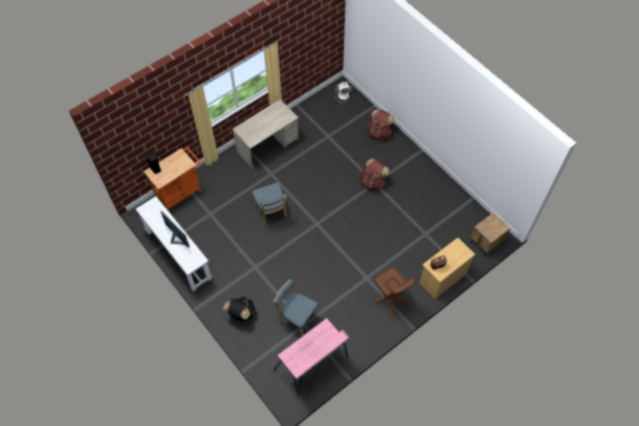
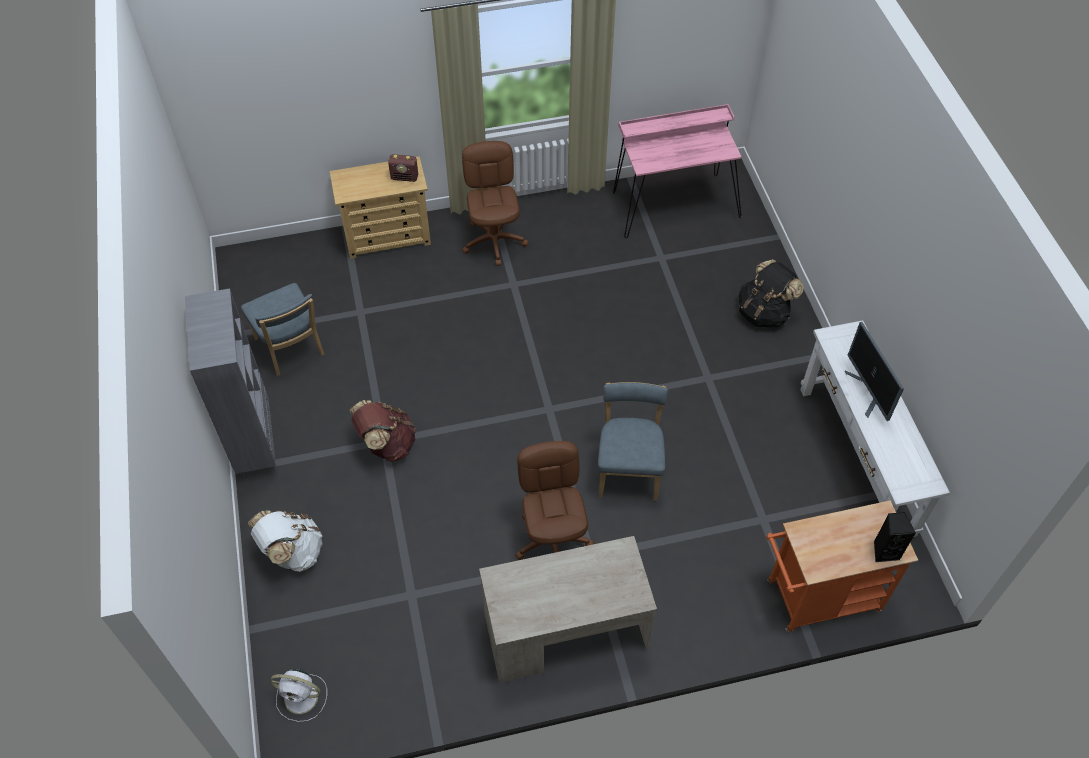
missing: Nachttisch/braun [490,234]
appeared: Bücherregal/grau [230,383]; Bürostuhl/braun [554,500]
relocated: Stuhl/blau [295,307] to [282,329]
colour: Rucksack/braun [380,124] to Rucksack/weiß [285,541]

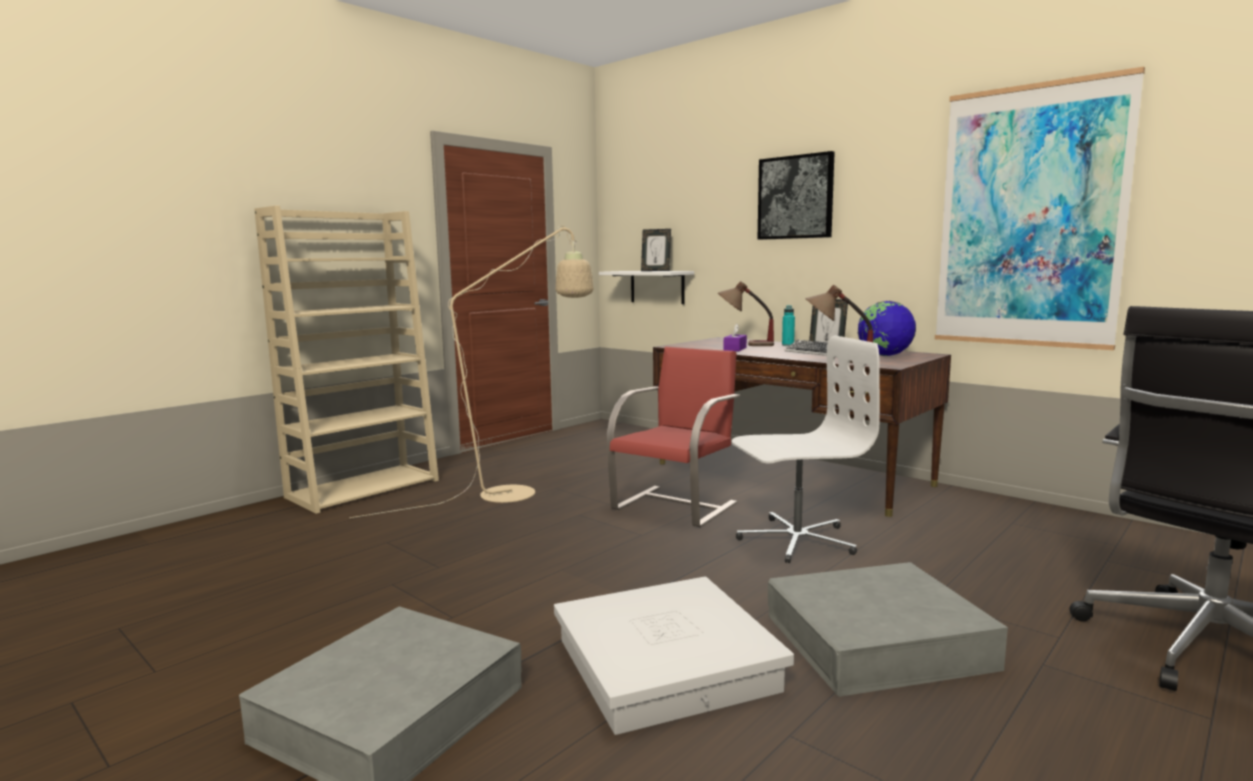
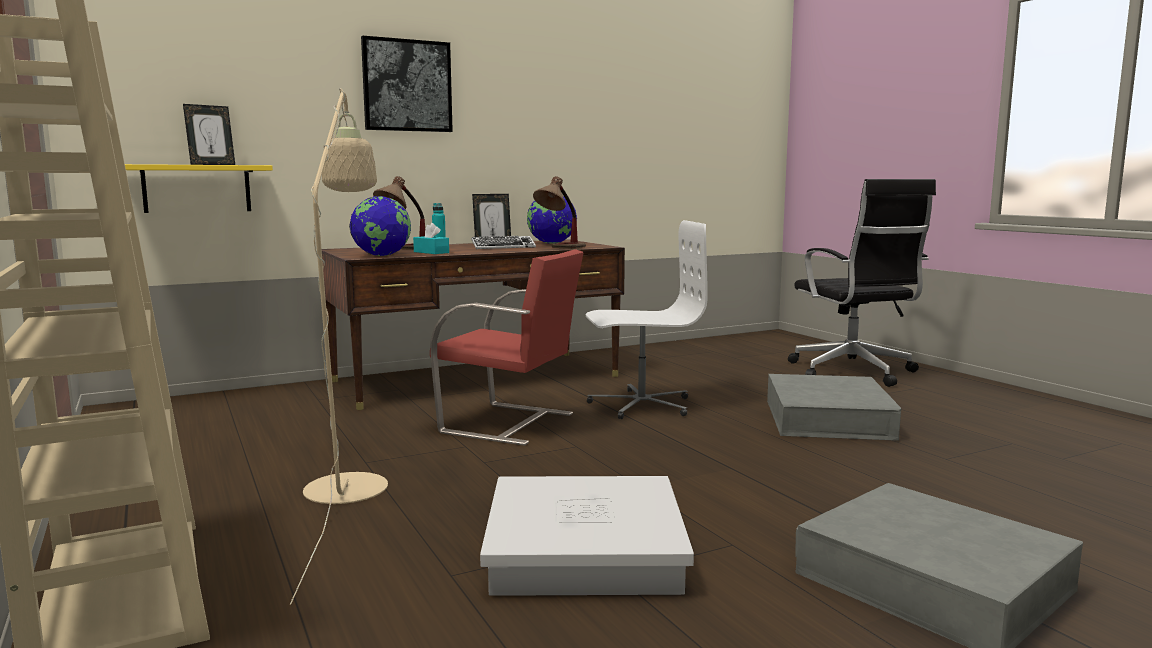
missing: Bild [1040,208]
appeared: Globus [380,226]
relocated: Aufbewahrungsbox/weiß [674,656] to [587,536]
colour: Wandregal/weiß [646,287] to Wandregal/gelb [199,188]; Taschentuchbox/lila [735,337] to Taschentuchbox/türkis [431,238]
spun: Stuhl/rot [673,437] = [507,347] 150 degrees clockwise; Bürostuhl/weiß [805,449] = [647,319] 75 degrees clockwise

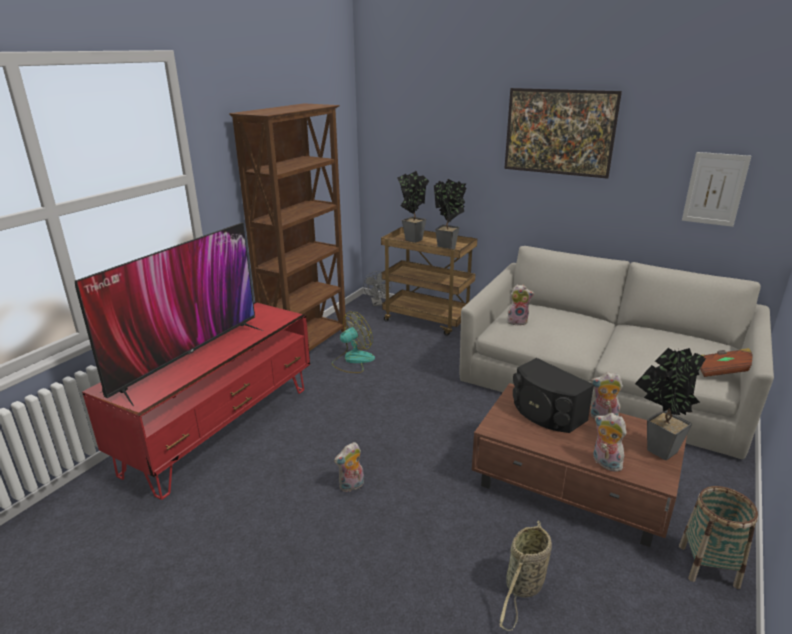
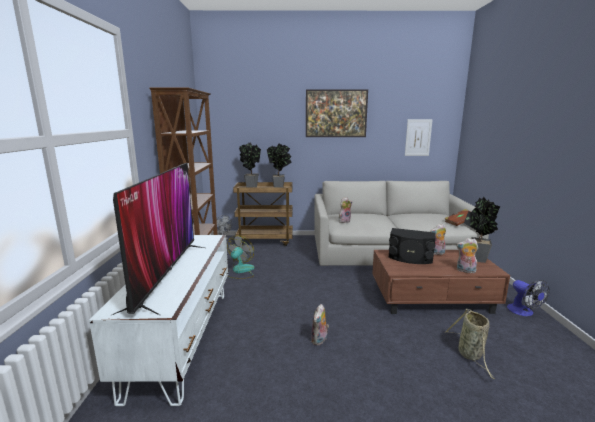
exchanged: Korb [718,537] to Ventilator [528,298]
colour: Fernsehschrank/rot [196,401] to Fernsehschrank/weiß [158,320]

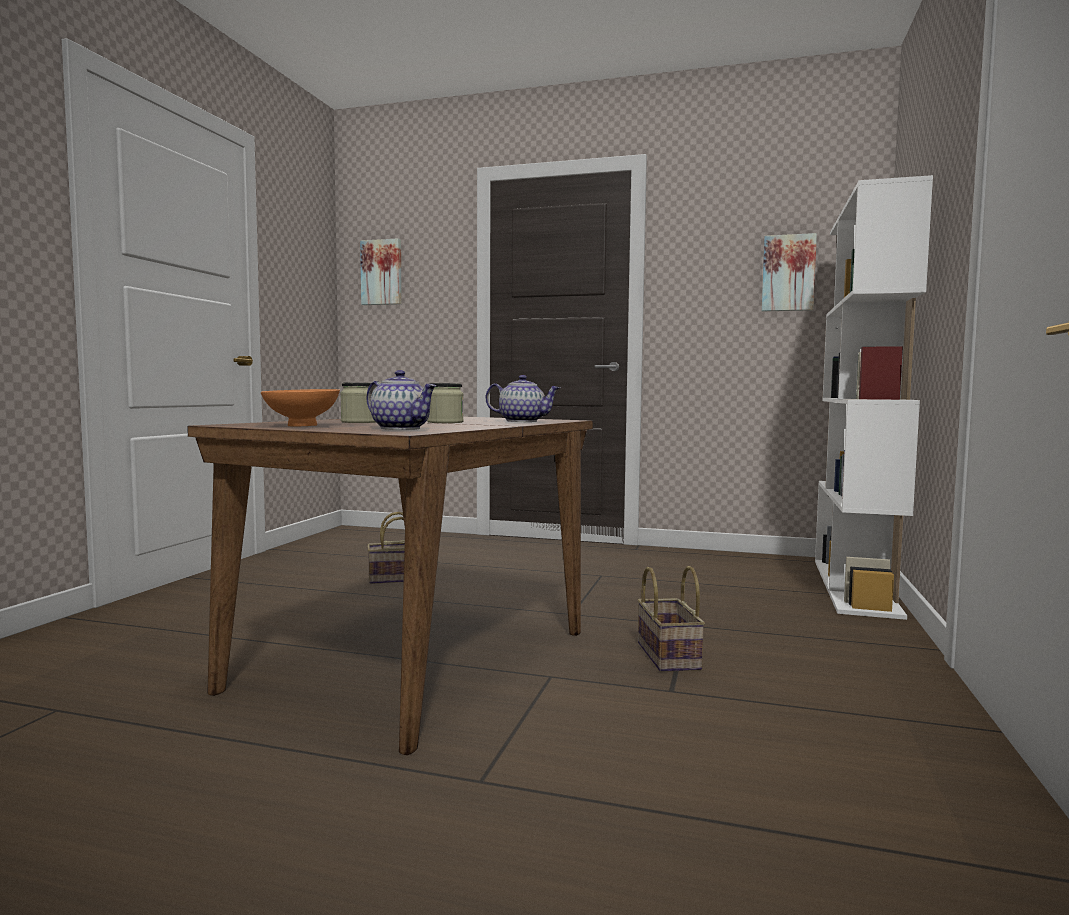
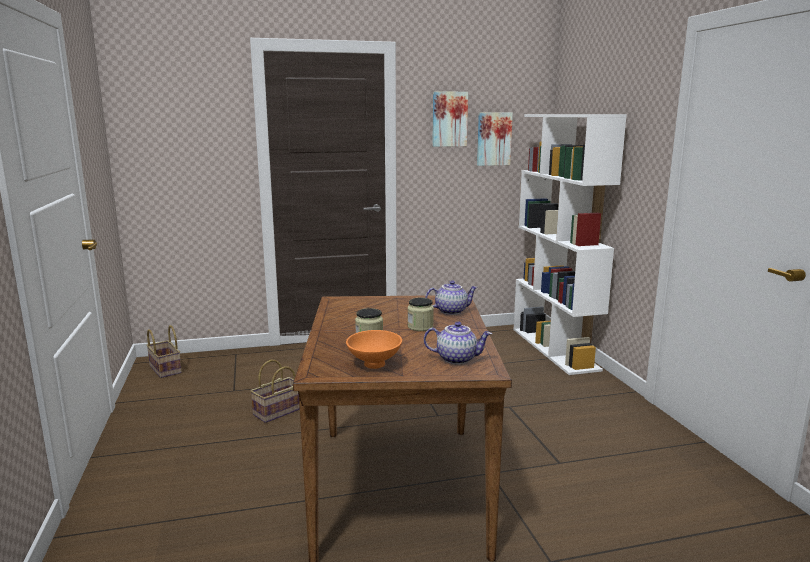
relocated: Bild [381,271] to [450,119]; Korb [671,619] to [164,351]

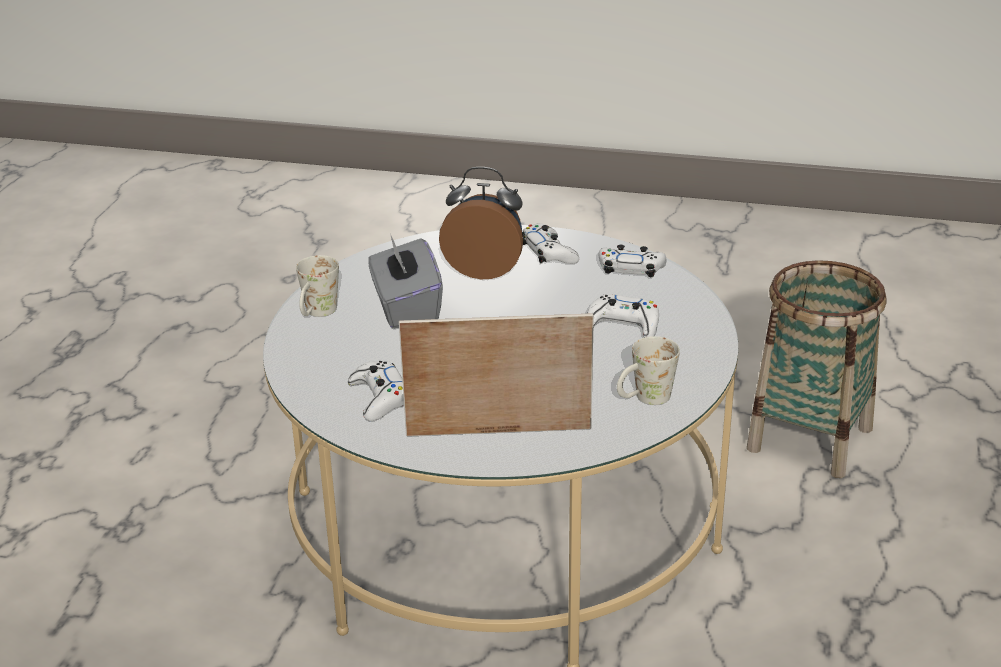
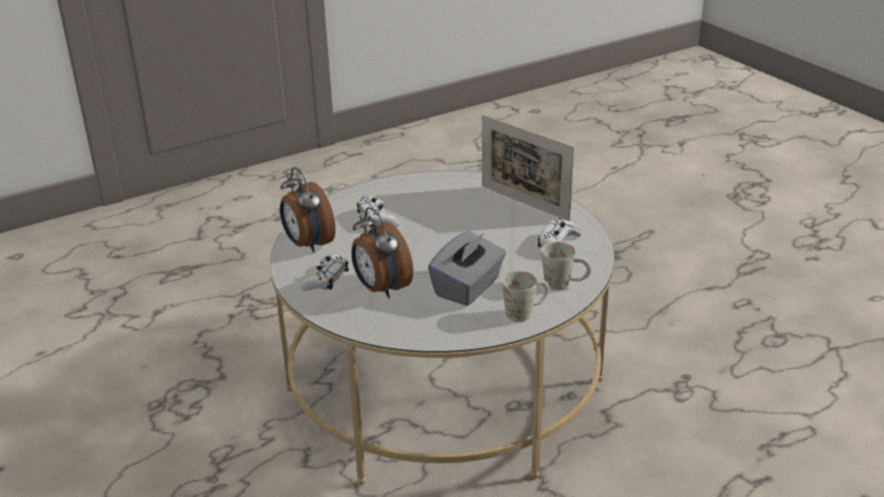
missing: Korb [817,369]
relocated: Henkelbecher/weiß [648,370] to [566,266]
exchanged: Gamepad/weiß [632,261] to Wecker [308,210]

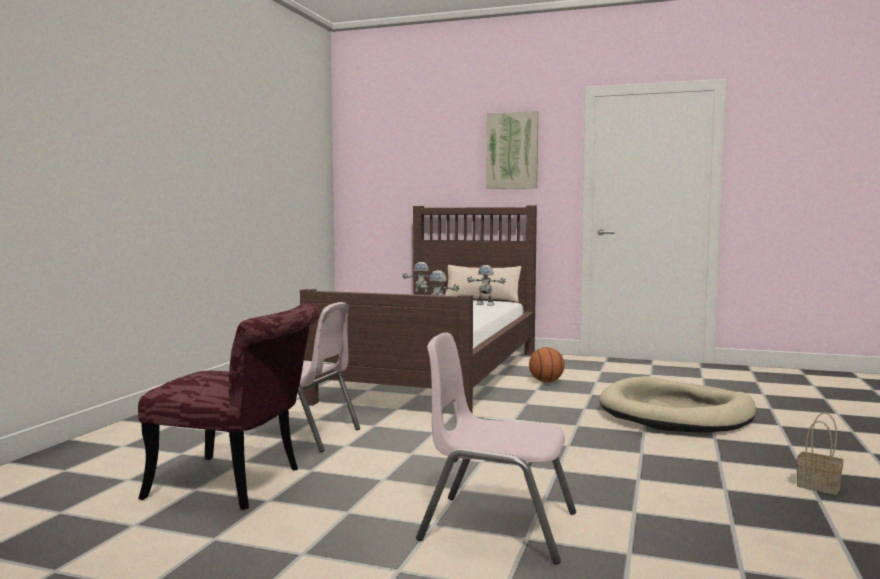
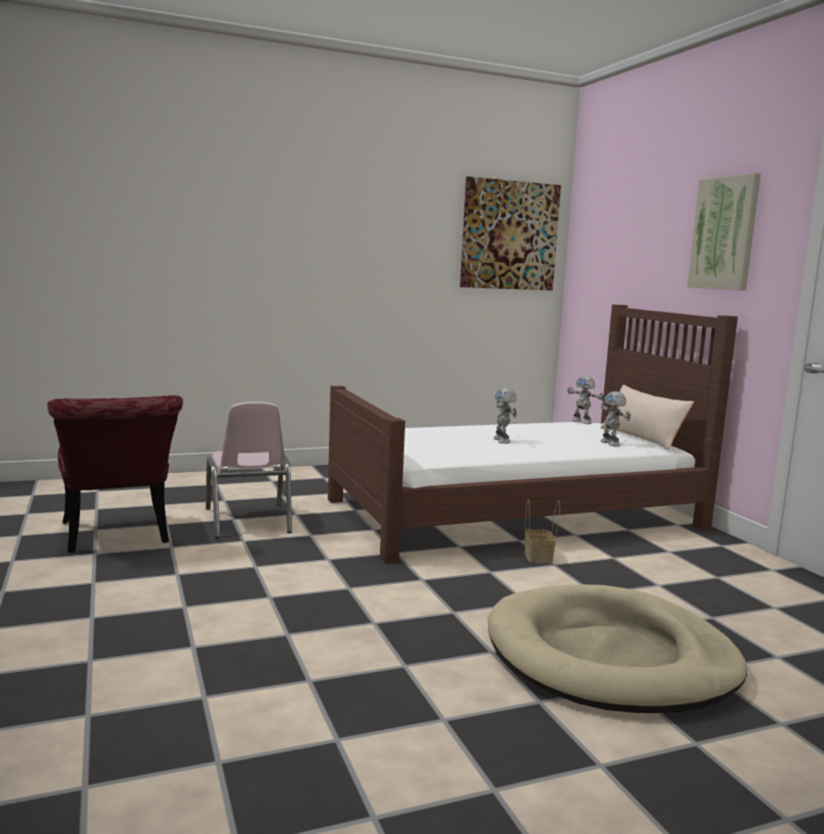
missing: Stuhl/rosa [496,448]; Basketball [547,364]
appeared: Bild [510,233]
relocated: Korb [819,453] to [542,531]

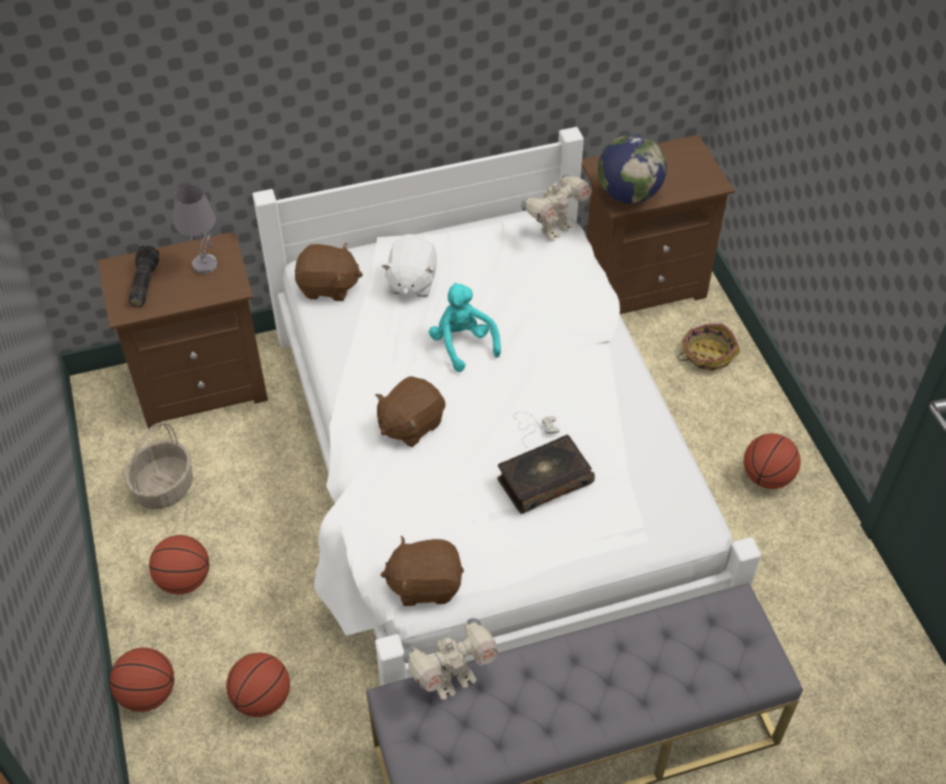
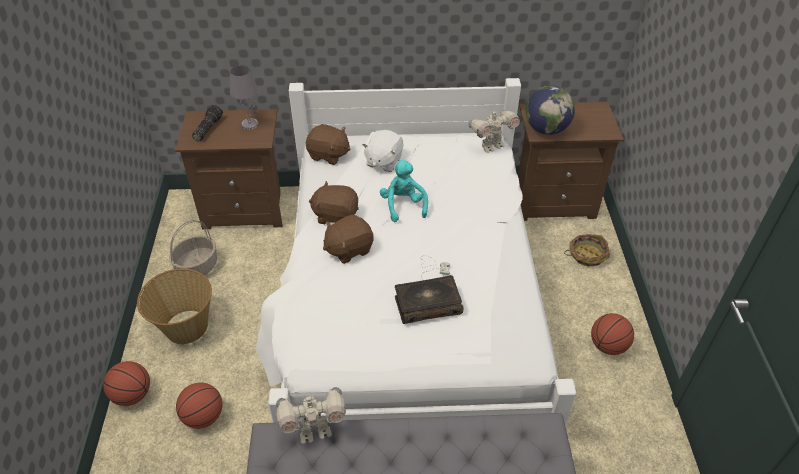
relocated: Plüschtier/braun [422,571] to [334,202]
exchanged: Basketball [179,565] to Korb [174,306]

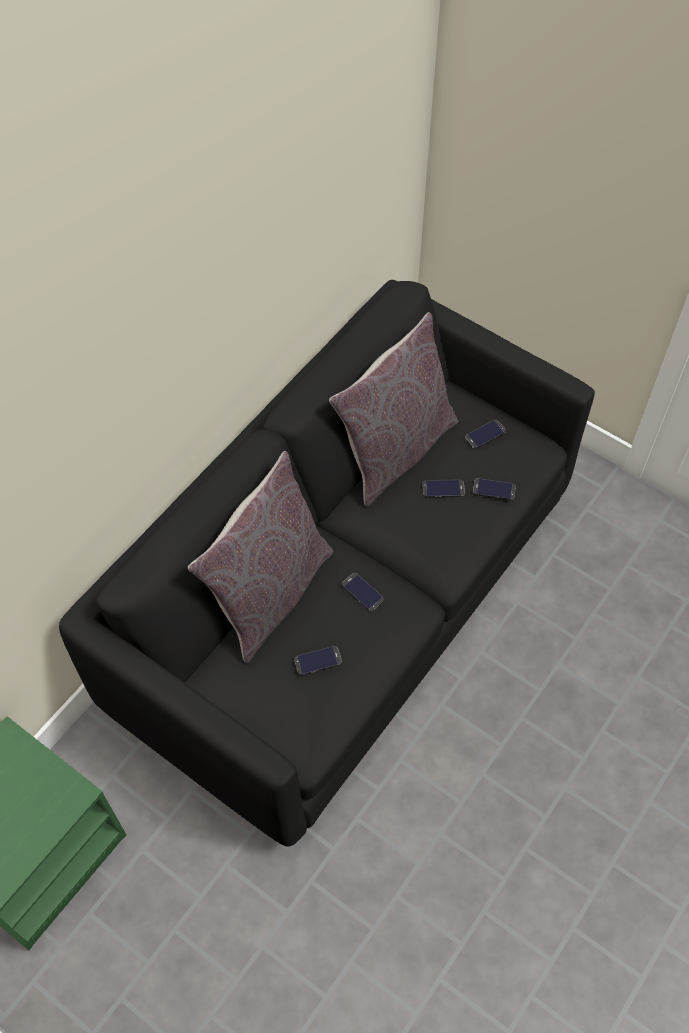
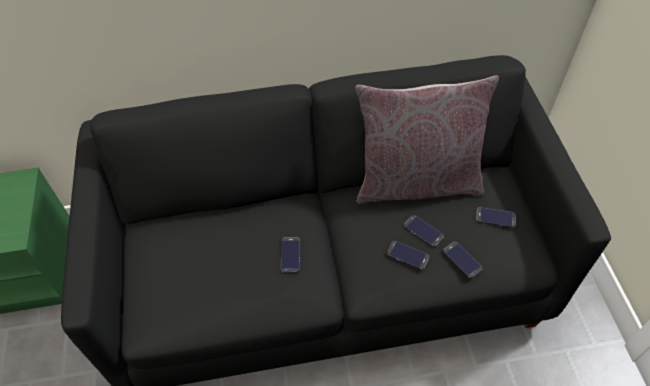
missing: Kissen/grau [260,557]
relocated: Handy [318,660] to [408,255]

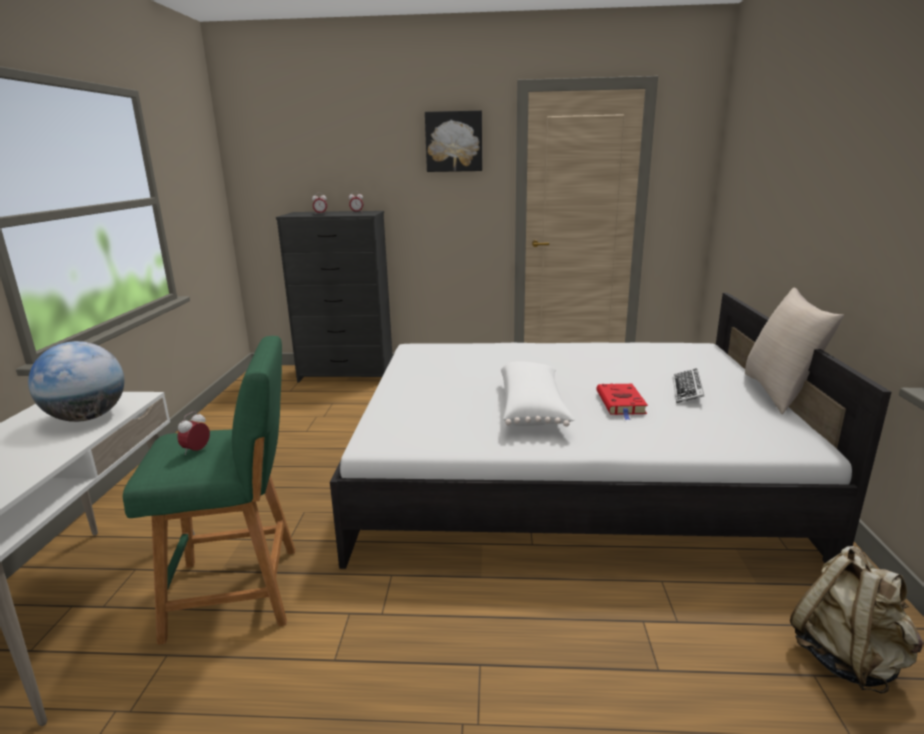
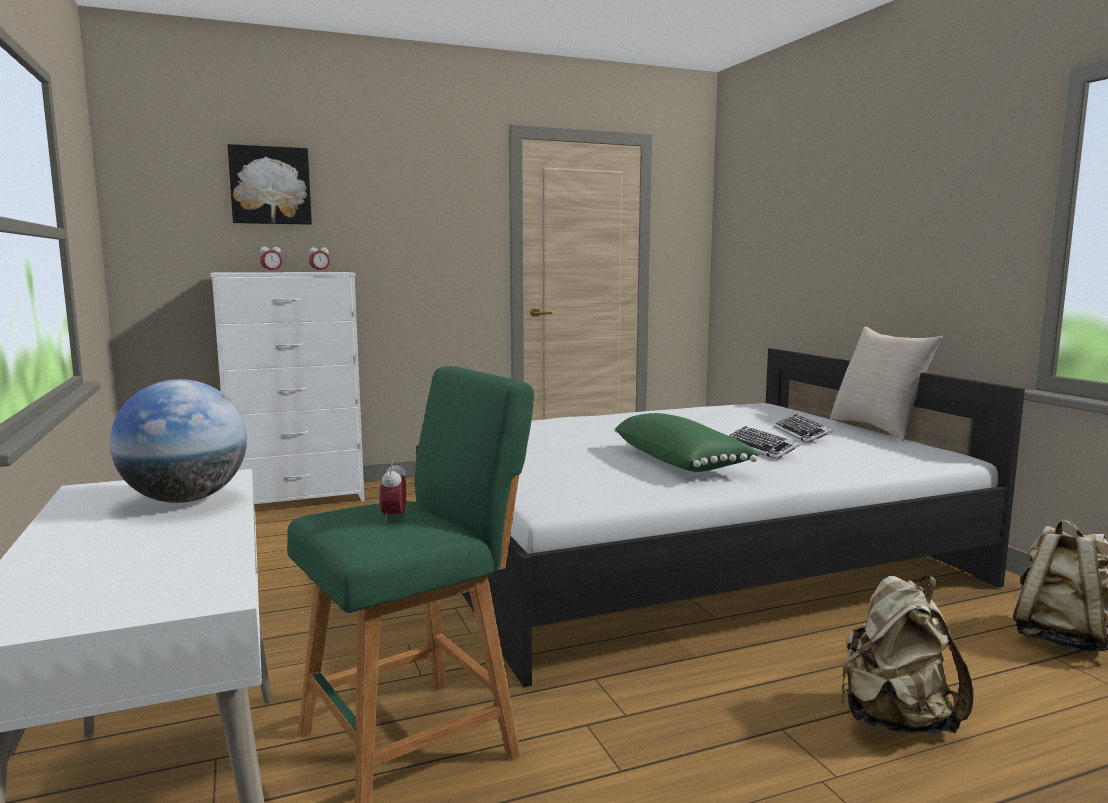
appeared: Rucksack/beige [907,654]
relocated: Bild [453,141] to [269,184]
exchanged: Buch/rot [622,402] to Tastatur [765,442]
colour: Kommode/schwarz [334,297] to Kommode/weiß [287,388]; Kissen/weiß [538,394] to Kissen/grün [687,442]

